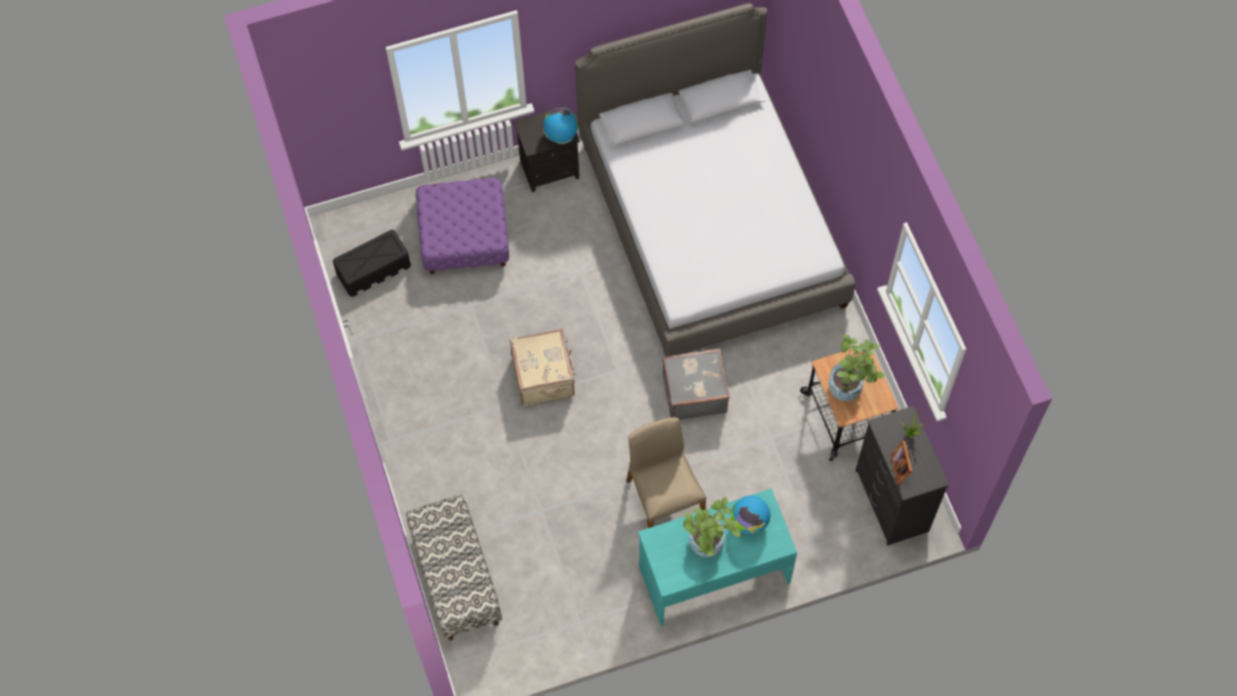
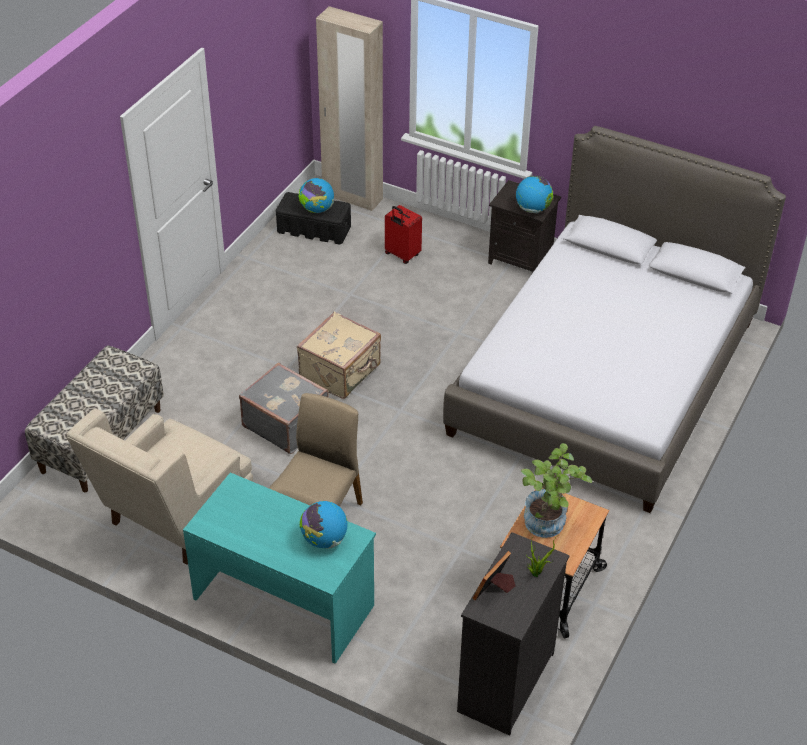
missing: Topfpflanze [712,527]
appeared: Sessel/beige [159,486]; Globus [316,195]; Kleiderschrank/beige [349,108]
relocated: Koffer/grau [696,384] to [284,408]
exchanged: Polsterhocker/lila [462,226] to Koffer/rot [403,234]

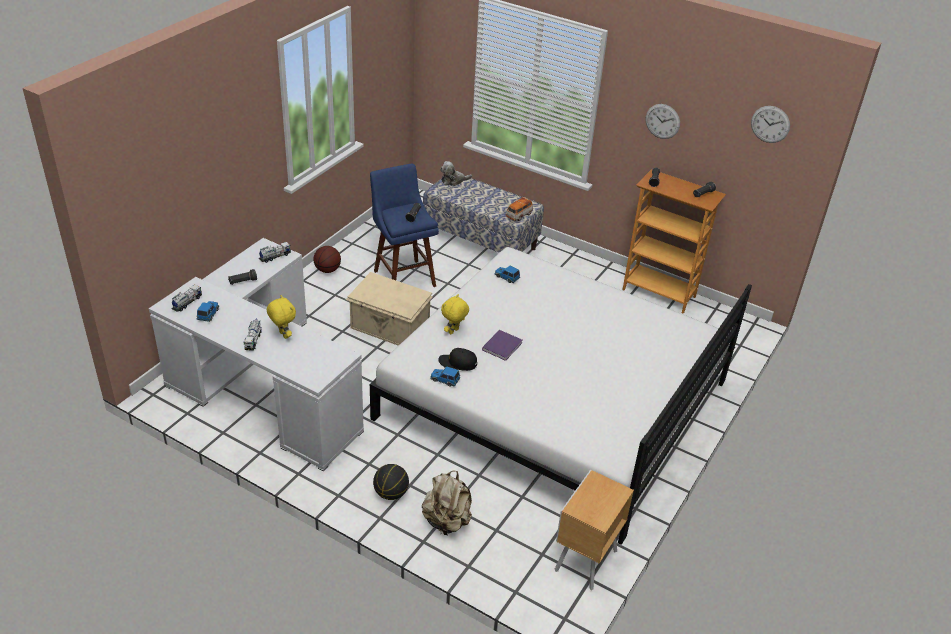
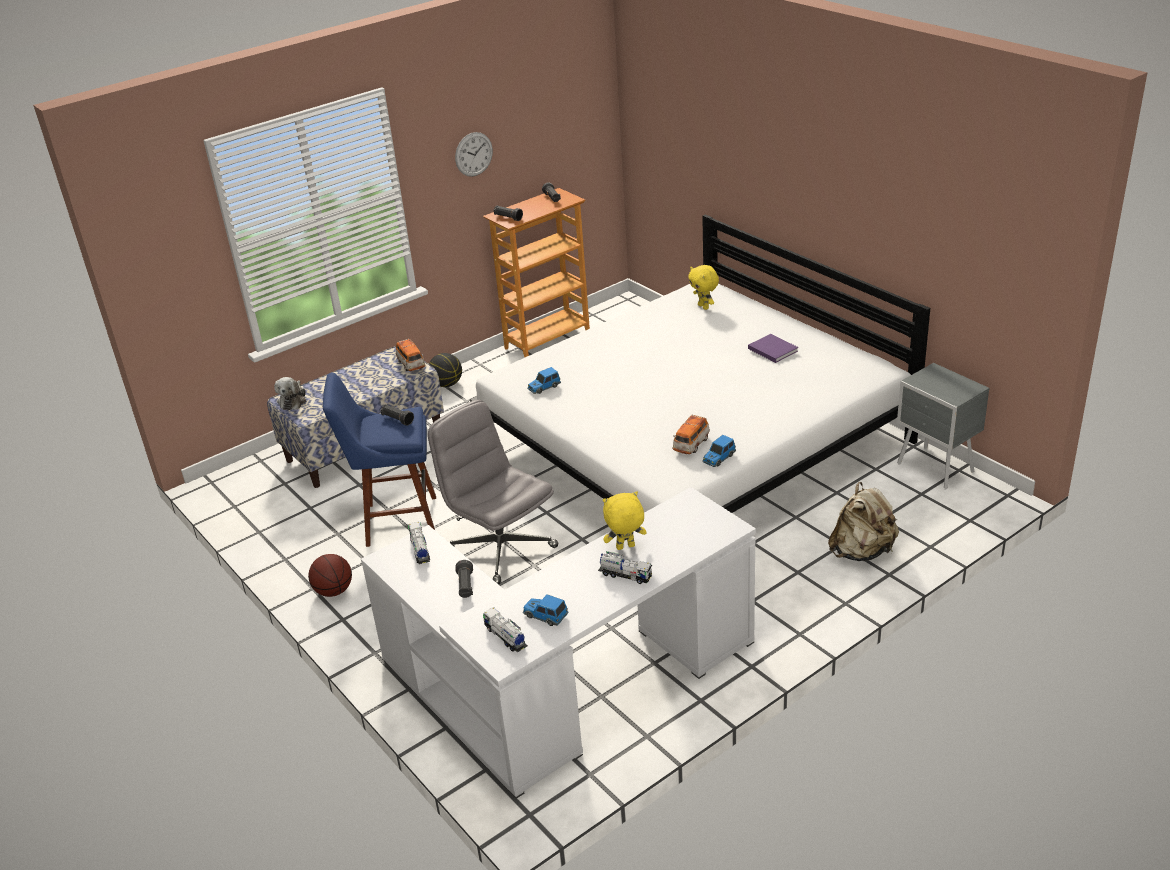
missing: Wanduhr [770,124]
relocated: Basketball [391,482] to [445,370]; Plüschtier/gelb [455,314] to [703,287]; Buch/lila [502,345] to [773,348]
exchanged: Aufbewahrungsbox/beige [389,309] to Bürostuhl/grau [493,492]; Kappe/schwarz [457,359] to Spielzeugauto [691,434]
colour: Nachttisch/braun [594,530] to Nachttisch/grau [943,426]

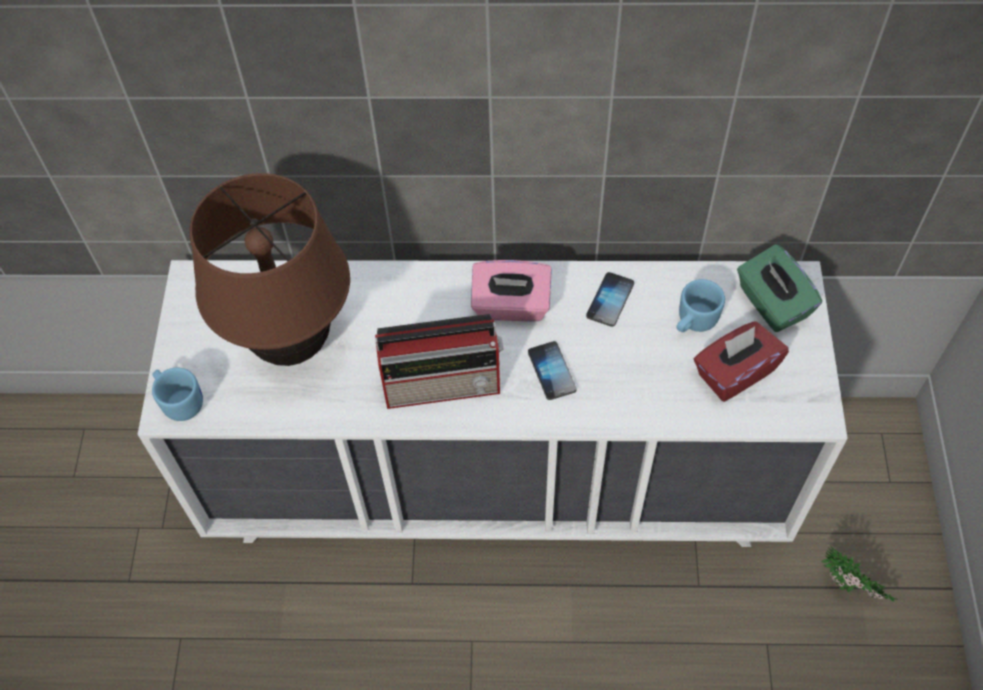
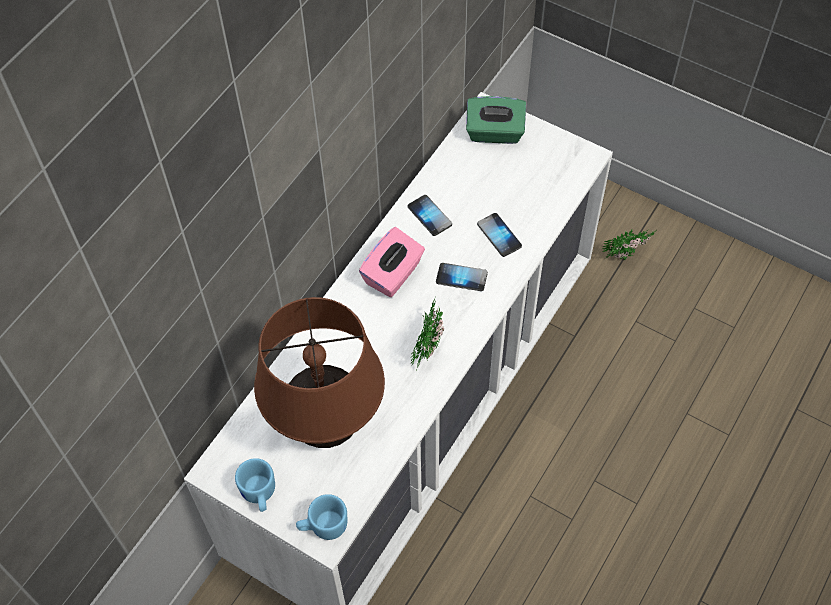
missing: Taschentuchbox/rot [741,361]
appeared: Handy [499,235]
relocated: Henkelbecher/blau [700,305] to [255,485]
exchanged: Radio [439,361] to Topfpflanze [427,334]

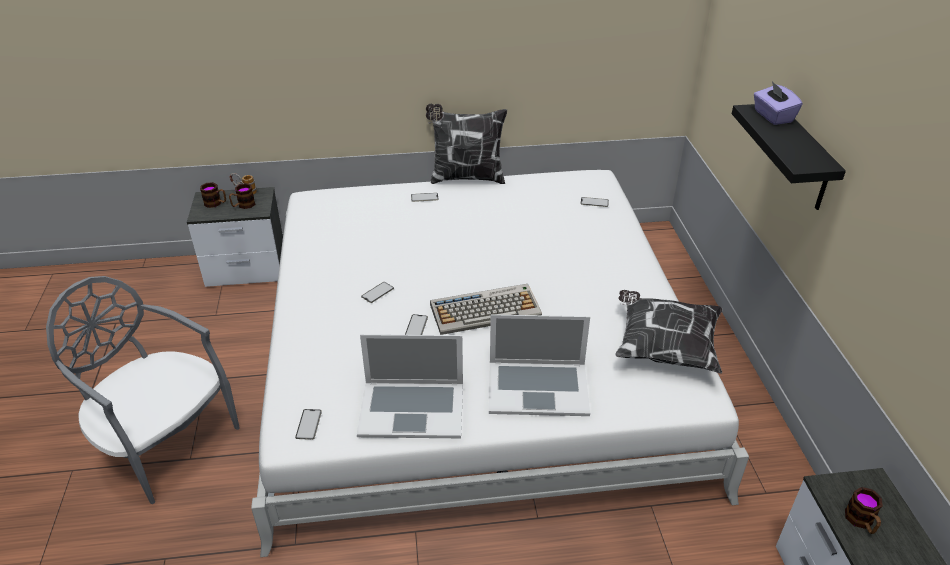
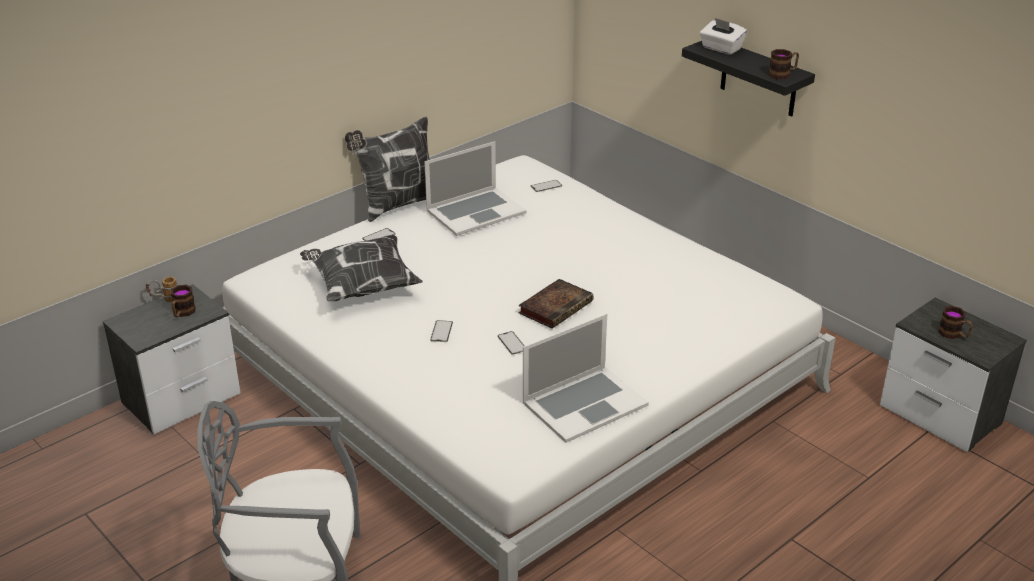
missing: Handy [308,424]
relocated: Henkelbecher [213,195] to [783,64]; Laptop [539,365] to [475,188]; Kissen [669,332] to [361,268]
exchanged: Tastatur [486,309] to Buch [556,304]
colour: Taschentuchbox/lila [778,103] to Taschentuchbox/weiß [723,36]

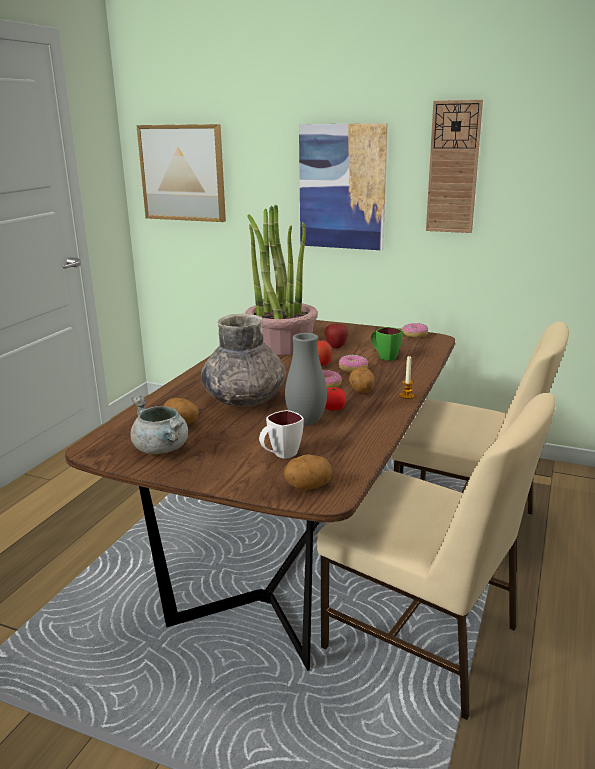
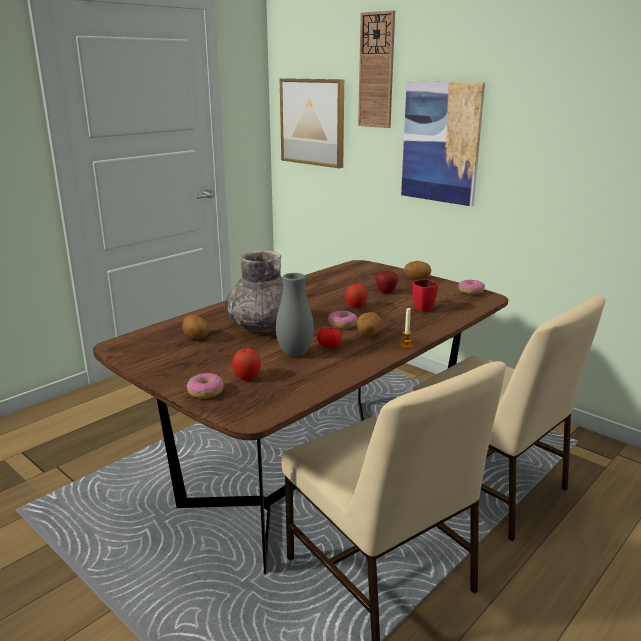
missing: Kochtopf/grau [159,425]; Topfpflanze [281,280]
relocated: Kartoffel [308,472] to [417,270]; Donut [353,363] to [205,385]; Wanduhr [454,166] to [376,69]
exchanged: Henkelbecher/weiß [281,434] to Apfel [246,364]
colour: Henkelbecher/grün [387,344] to Henkelbecher/rot [425,295]

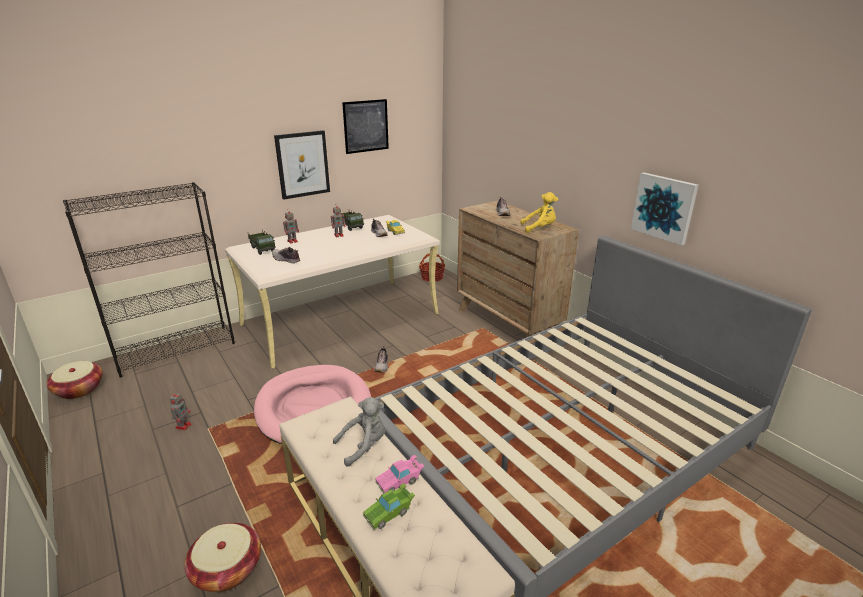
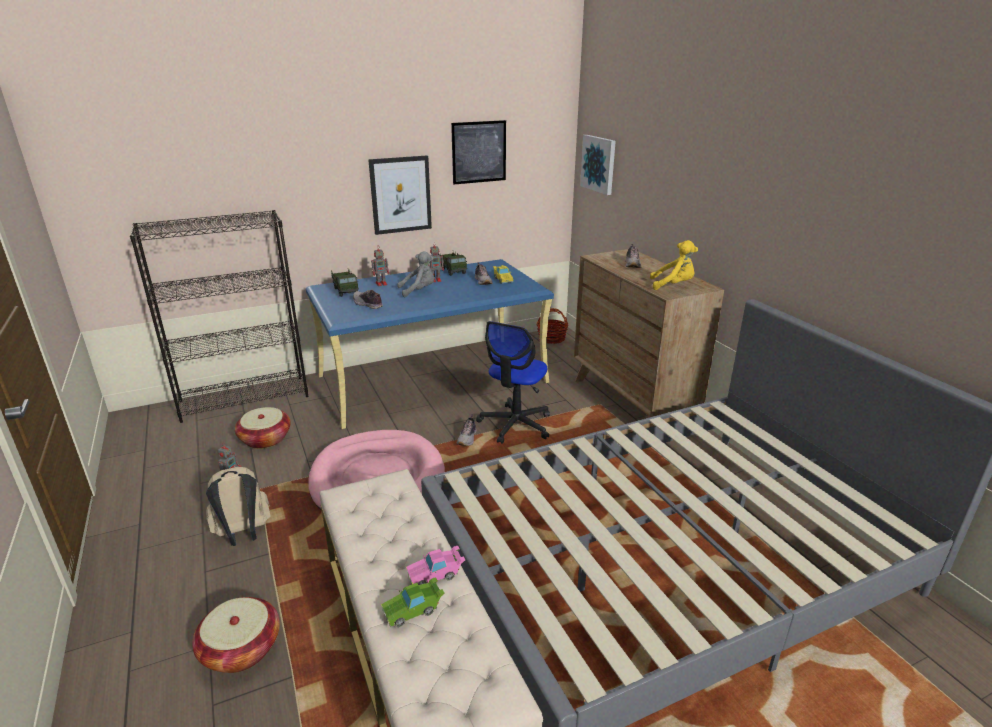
appeared: Rucksack/beige [238,506]; Bürostuhl [513,382]
relocated: Korb [74,380] to [263,428]; Plüschtier/grau [359,432] to [415,274]; Bild [665,209] to [598,165]
colour: Schreibtisch/beige [332,292] to Schreibtisch/blau [430,344]

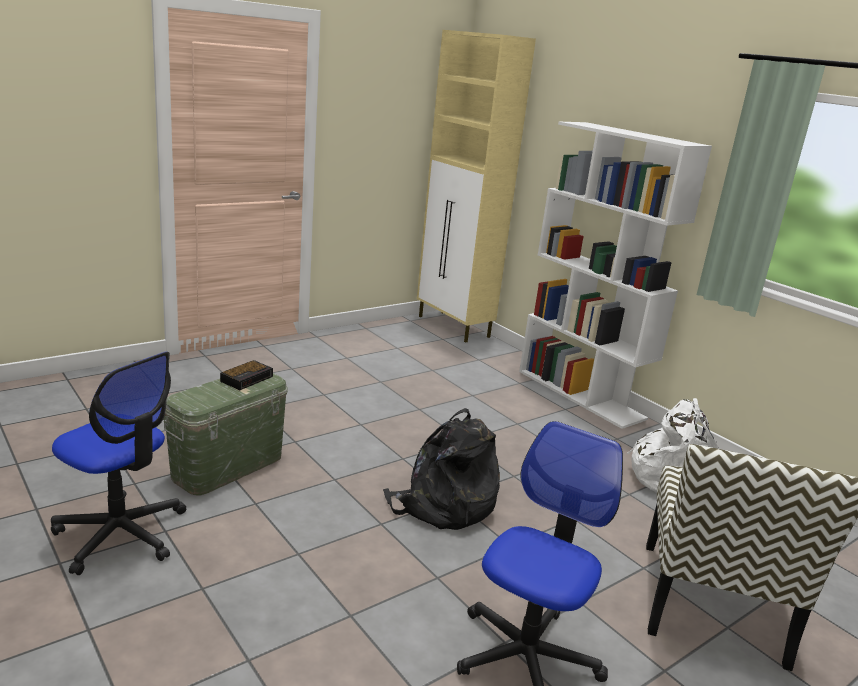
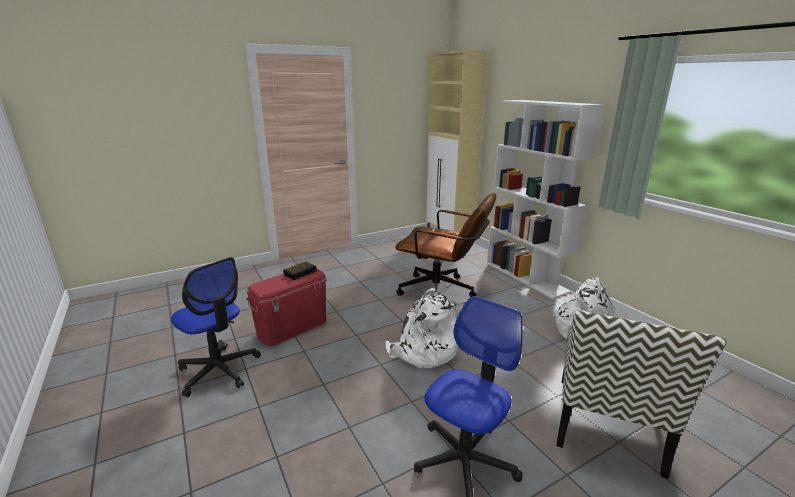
appeared: Bürostuhl/braun [445,245]
colour: Aufbewahrungsbox/grün [225,434] to Aufbewahrungsbox/rot [286,307]; Rucksack/schwarz [441,469] to Rucksack/weiß [421,328]

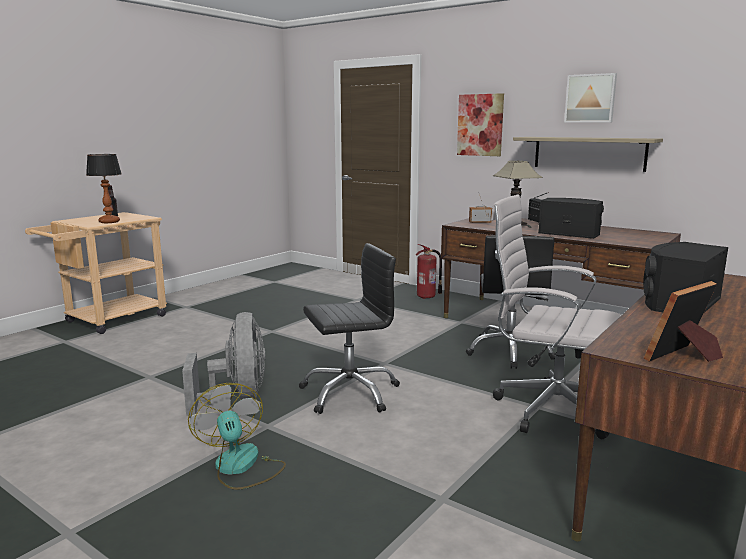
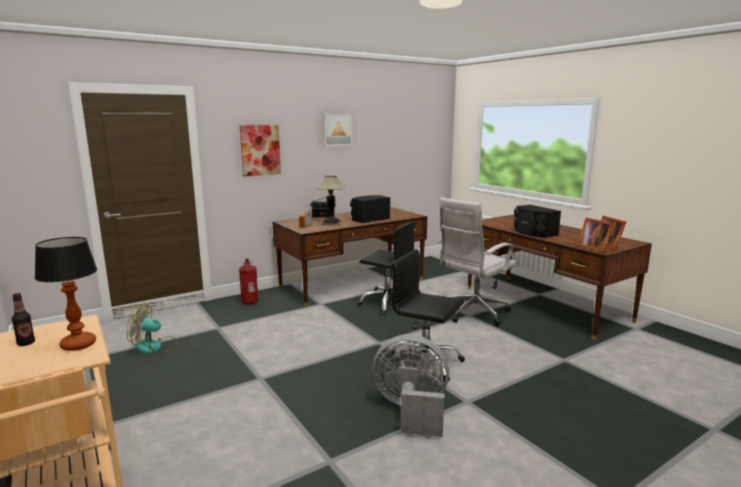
missing: Wandregal [588,154]
appeared: Bilderrahmen [596,235]
relocated: Ventilator [237,436] to [152,328]
spun: Bürostuhl/schwarz [349,328] = [427,315] 60 degrees counterclockwise

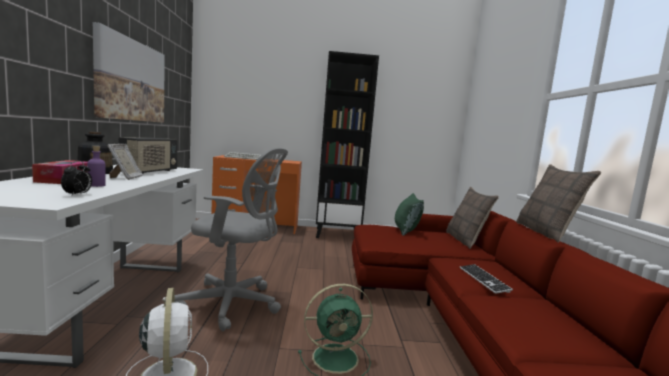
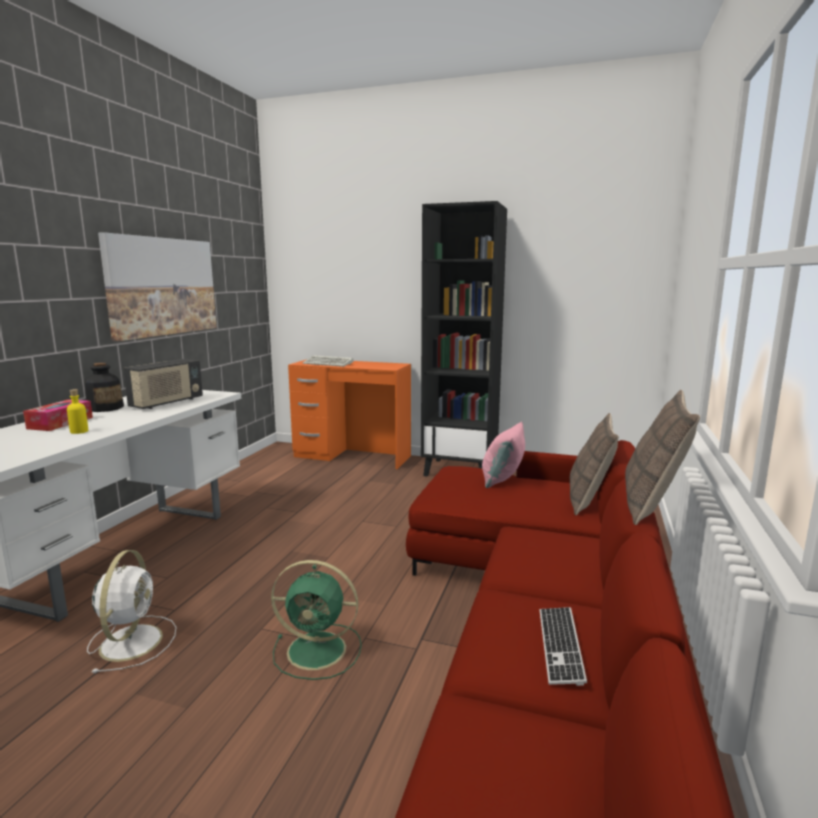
missing: Wecker [76,179]; Bilderrahmen [125,162]; Bürostuhl/grau [231,239]
relocated: Tastatur [486,279] to [563,646]
colour: Flasche/lila [96,166] to Flasche/gelb [77,411]; Kissen/grün [409,214] to Kissen/rosa [503,454]

